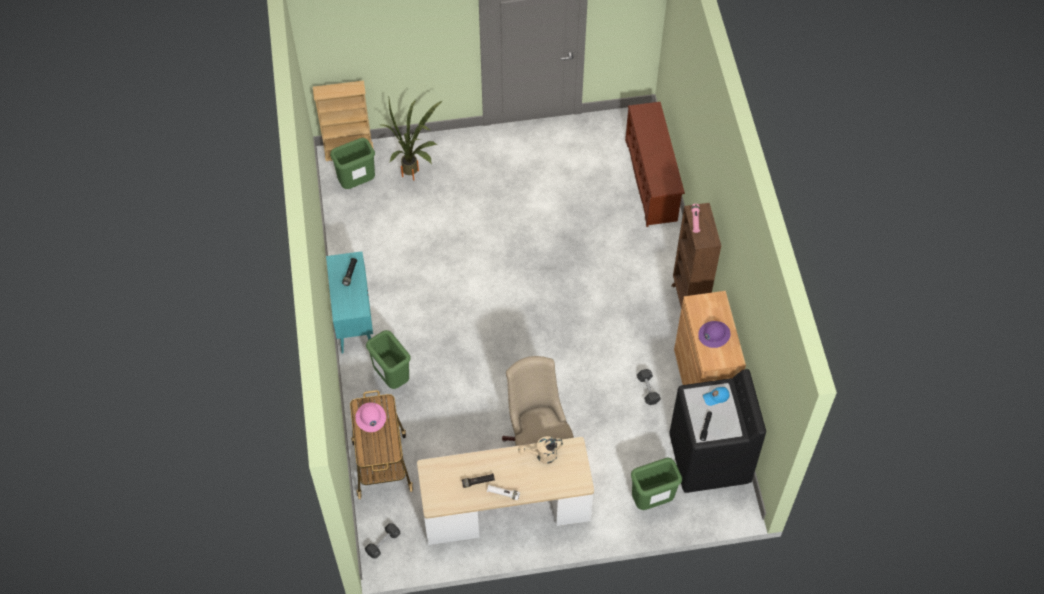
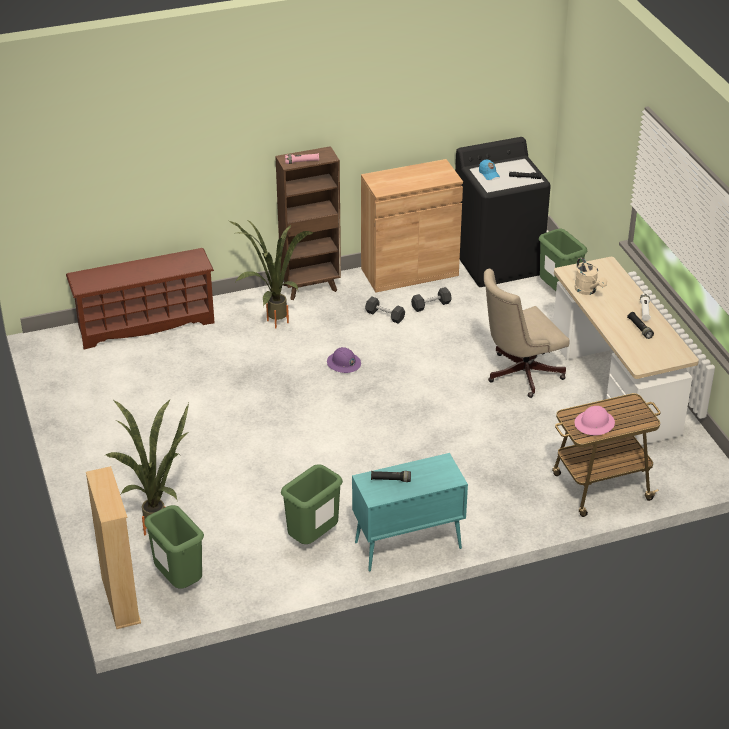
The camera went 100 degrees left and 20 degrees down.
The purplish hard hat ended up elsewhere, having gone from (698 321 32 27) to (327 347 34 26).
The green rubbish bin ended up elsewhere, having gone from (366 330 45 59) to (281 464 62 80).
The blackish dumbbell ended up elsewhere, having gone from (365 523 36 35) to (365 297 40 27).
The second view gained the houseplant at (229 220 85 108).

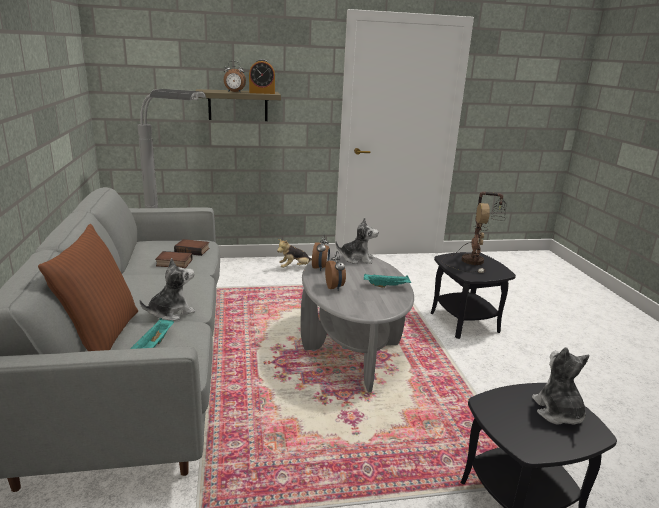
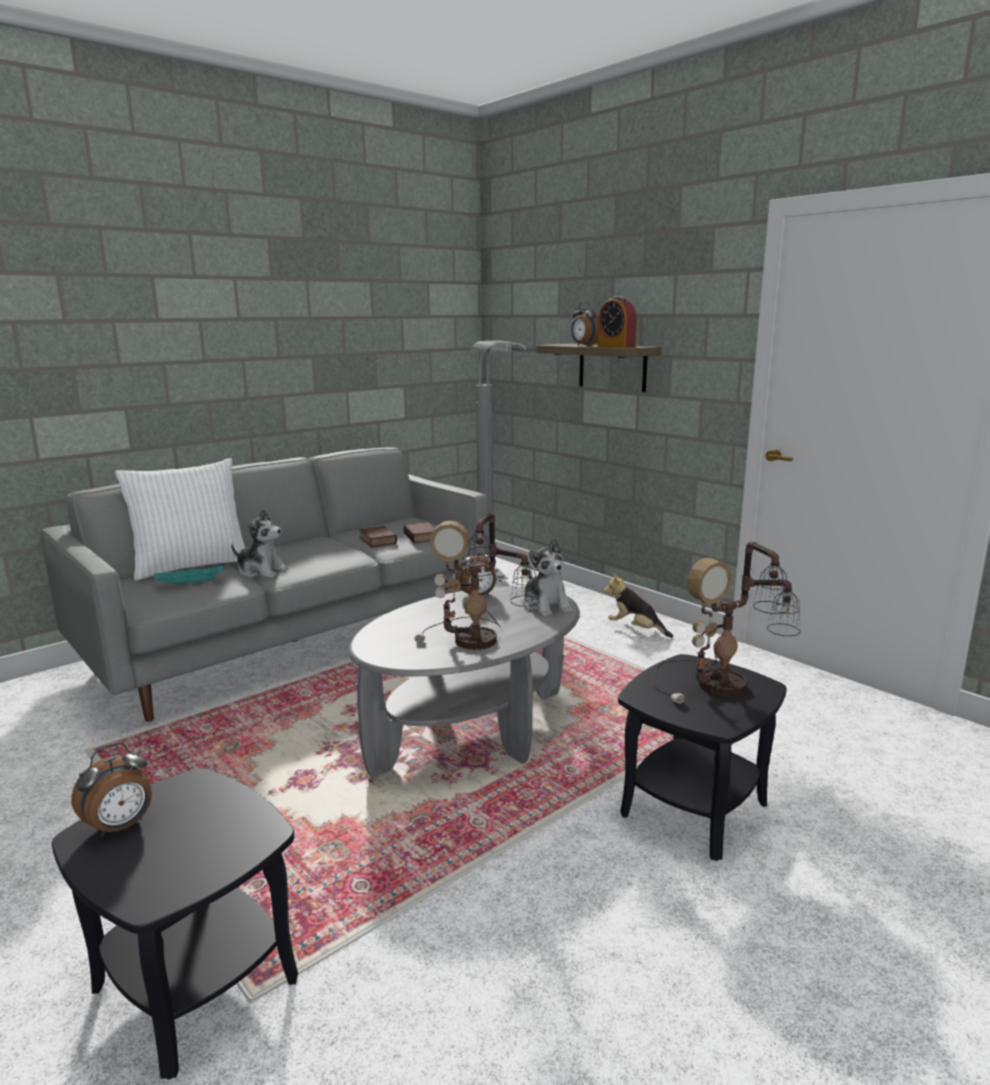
The camera went 60 degrees right and 5 degrees down.
What was the brown pillow at (38 224 100 127) turned into the white-coloured pillow at (115 458 131 123).
The alarm clock ended up elsewhere, having gone from (325 251 21 40) to (71 742 81 95).
Where the turquoise-coloured serving tray stood at (364 274 47 14), the table lamp came to stand at (414 512 125 138).
The second view lost the soft toy at (532 347 57 78).

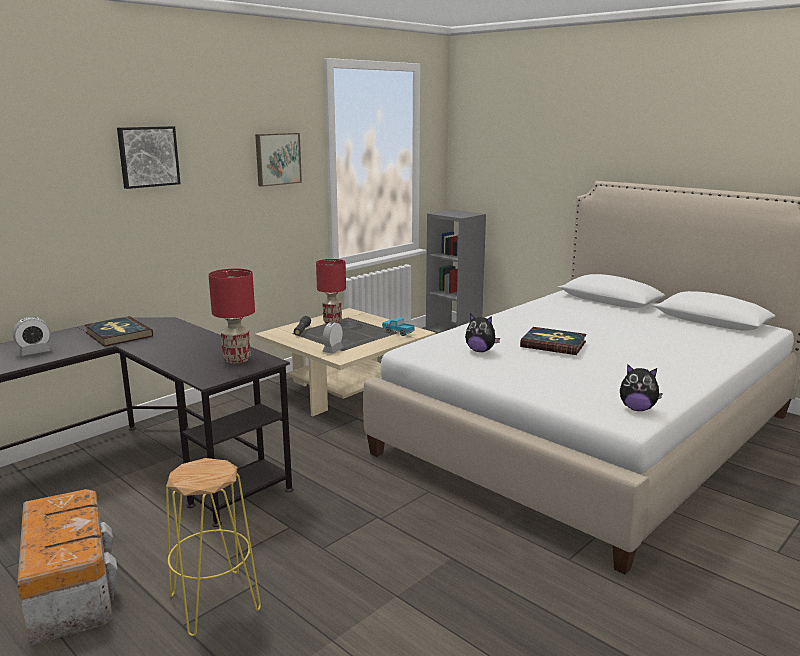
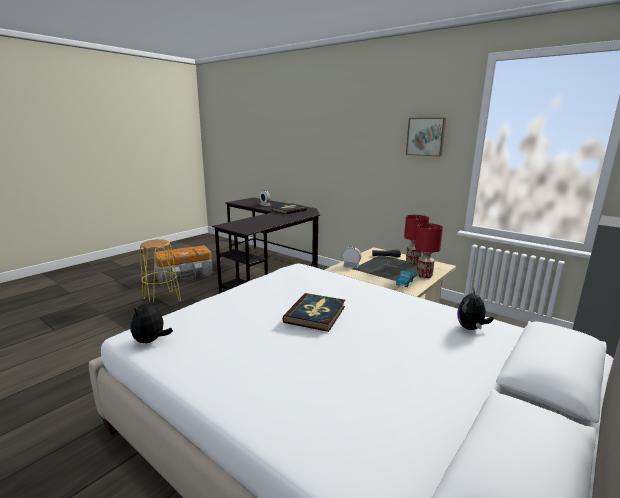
The camera went 85 degrees right and 0 degrees up.
The second view lost the wall art at (117 126 64 63).
The reddish table lamp ended up elsewhere, having gone from (208 268 47 96) to (415 223 28 55).
The soft toy ended up elsewhere, having gone from (465 314 35 38) to (457 287 37 43).

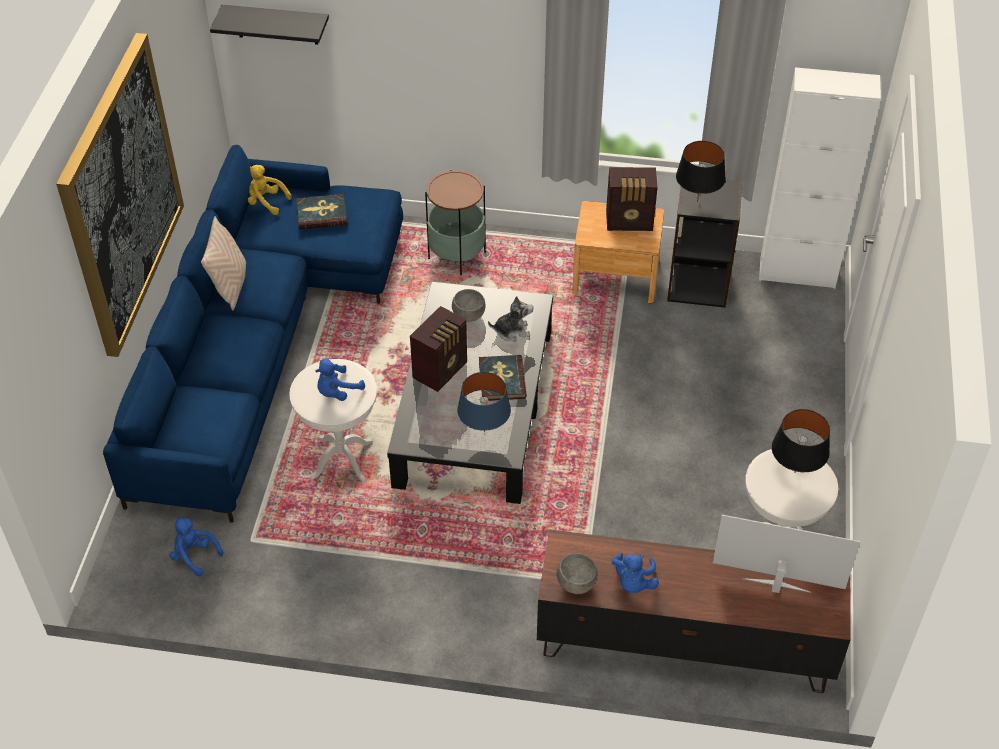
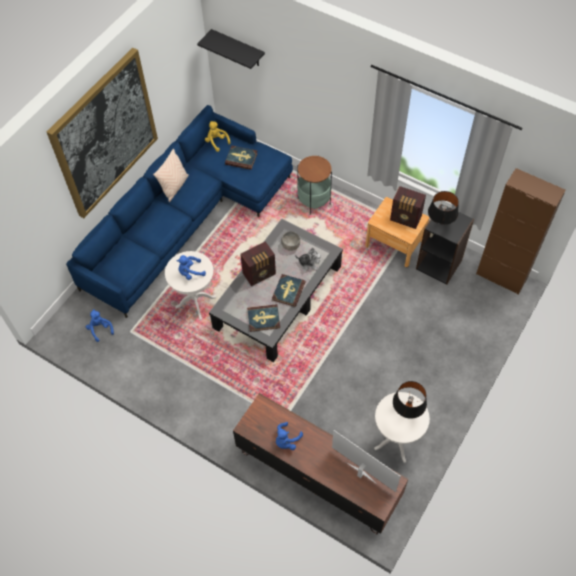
The camera went 25 degrees right and 10 degrees up.
What was the white-coloured cupboard at (759 67 122 222) turned into the brown cupboard at (476 168 90 127).
Where the blue table lamp stood at (457 372 54 61), the bound book came to stand at (247 304 33 28).
The second view lost the gray bowl at (557 553 40 41).

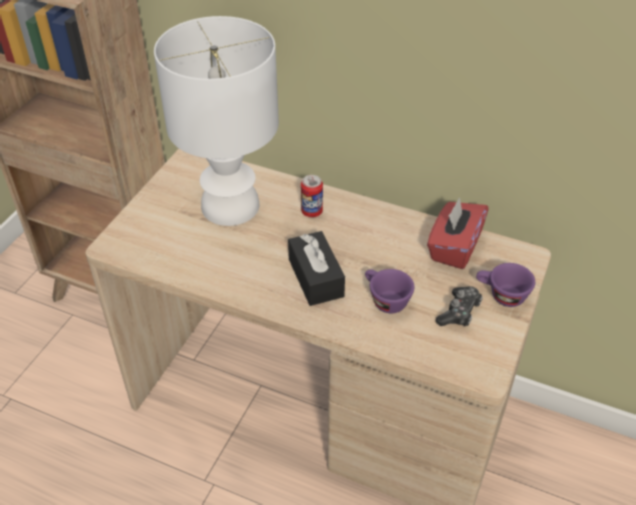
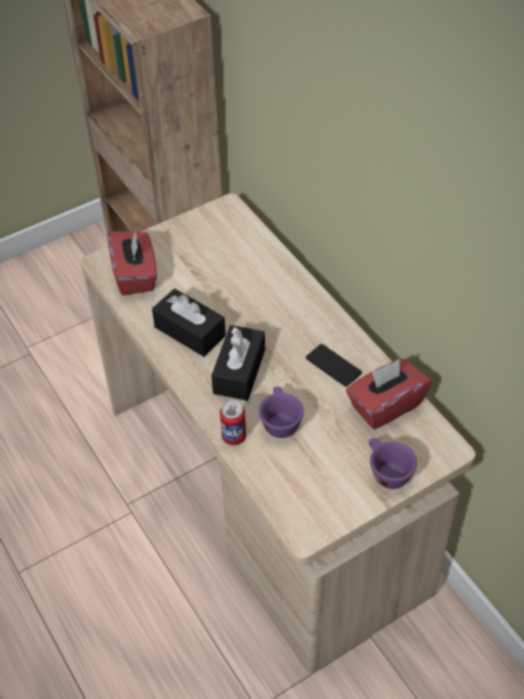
The camera went 35 degrees right and 5 degrees up.
The second view lost the white-coloured table lamp at (154 16 125 210).
The metal can ended up elsewhere, having gone from (301 175 22 42) to (220 401 26 44).
The second view lost the gamepad at (436 286 47 40).
The second view gained the reddish tissue box at (108 229 49 66).
The second view gained the blackish tissue box at (152 288 74 69).
The second view gained the handset at (306 344 56 43).

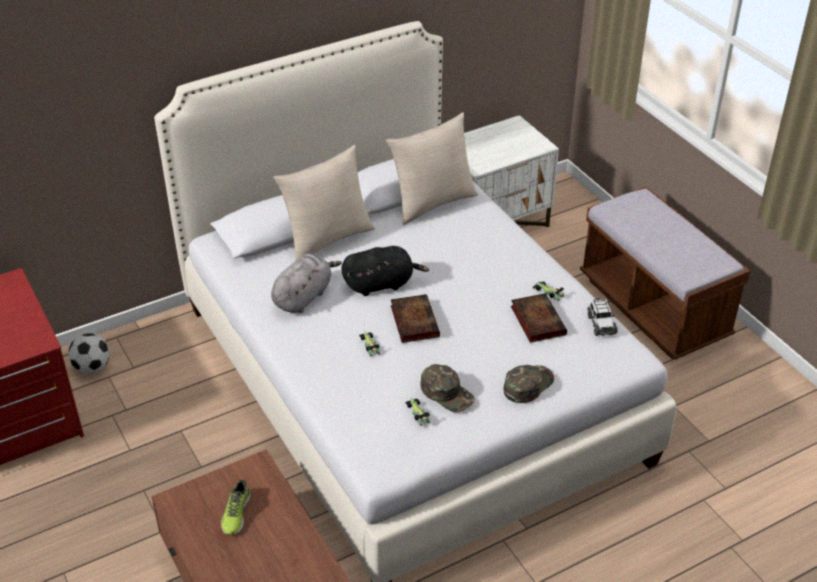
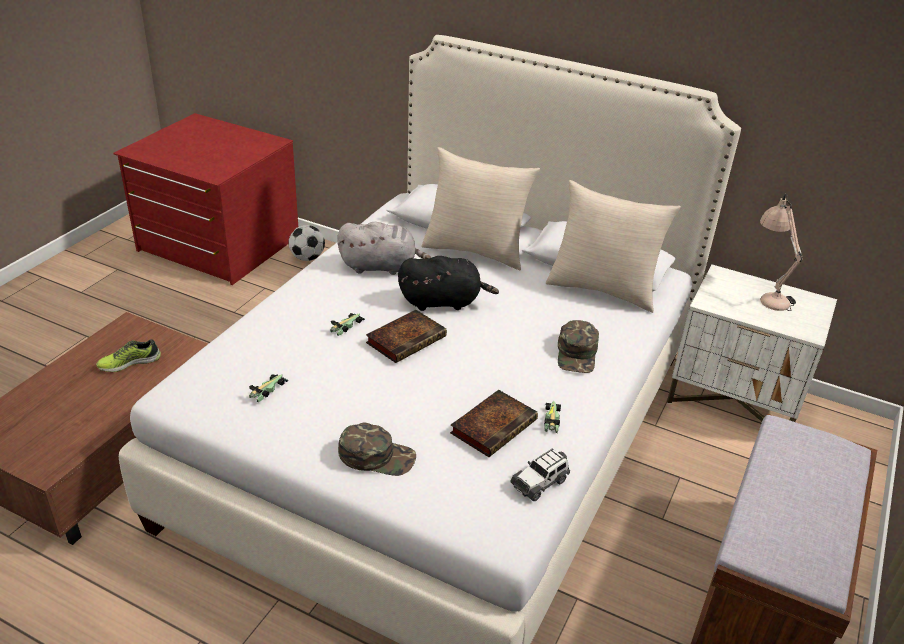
The camera went 55 degrees right and 5 degrees down.
The blackish soft toy at (341 246 88 50) ended up facing another way, 45 degrees counterclockwise from before.
The green baseball cap ended up elsewhere, having gone from (420 364 55 48) to (558 320 41 53).
The second view gained the beige table lamp at (760 194 43 117).

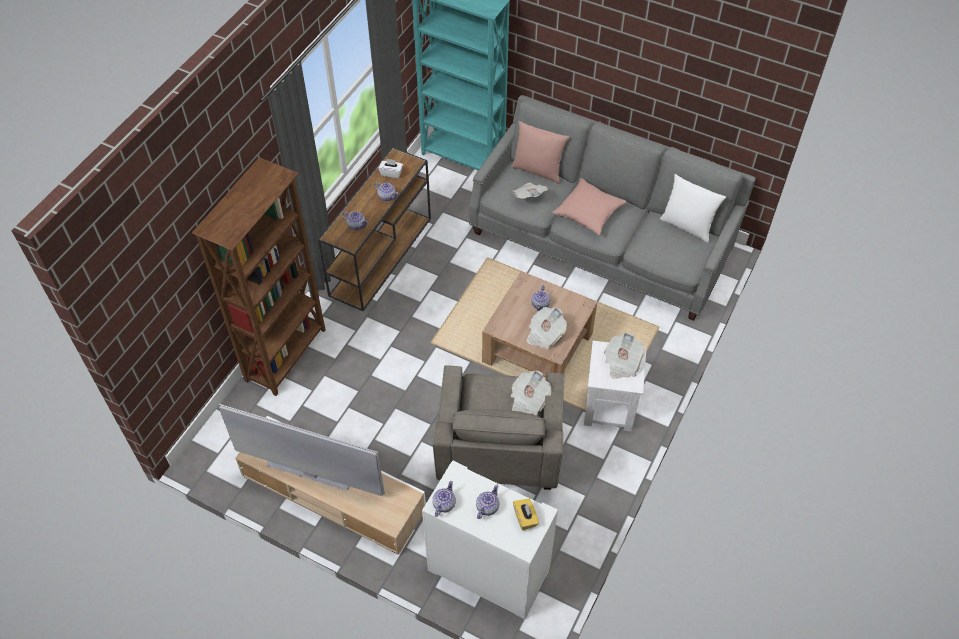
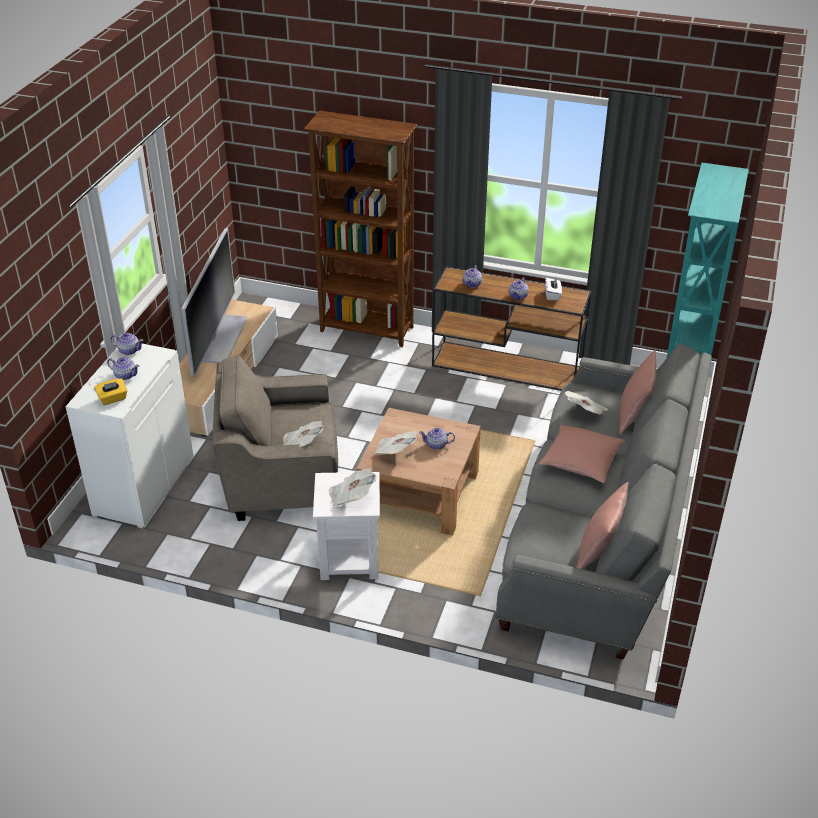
The camera went 80 degrees right and 15 degrees down.
What was the white-coloured pillow at (660 174 66 69) turned into the pink-coloured pillow at (576 482 53 87).

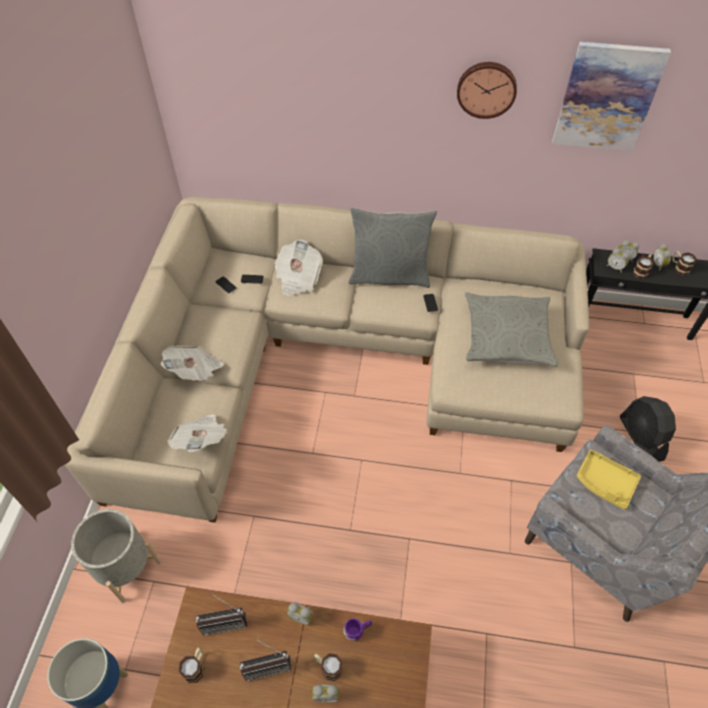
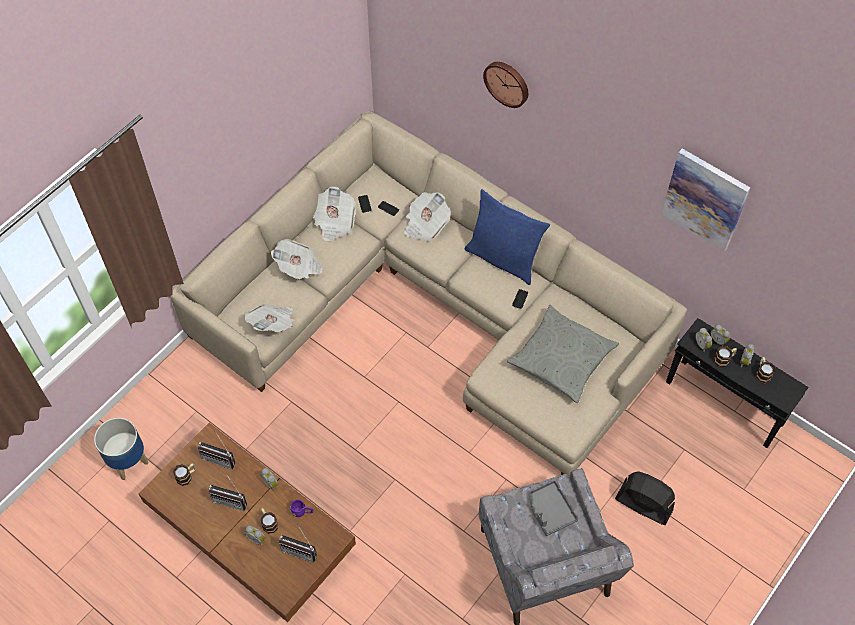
The camera went 30 degrees right and 5 degrees up.
The clock on the wall ended up elsewhere, having gone from (457 62 60 57) to (483 62 45 46).
What was the gray pillow at (349 207 88 81) turned into the blue pillow at (464 189 86 96).
The blackish cooling fan at (620 396 56 66) ended up facing another way, 105 degrees clockwise from before.
What was the yellow-coloured serving tray at (577 450 64 60) turned into the gray serving tray at (530 480 48 56).
The second view lost the gray plant pot at (71 509 90 94).
The second view gained the daily paper at (313 187 43 54).
The second view gained the radio set at (279 524 38 39).

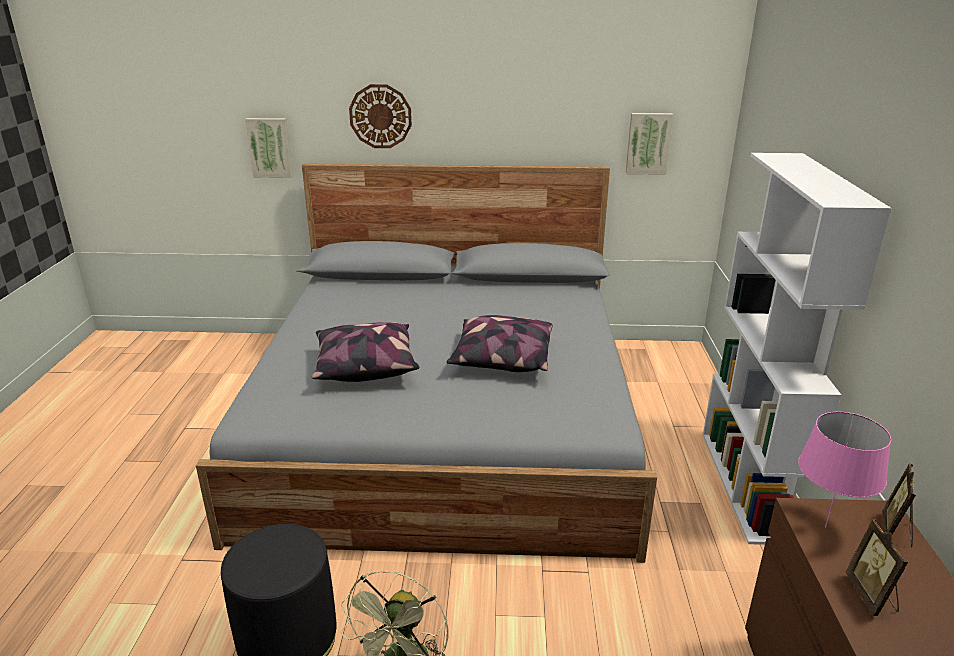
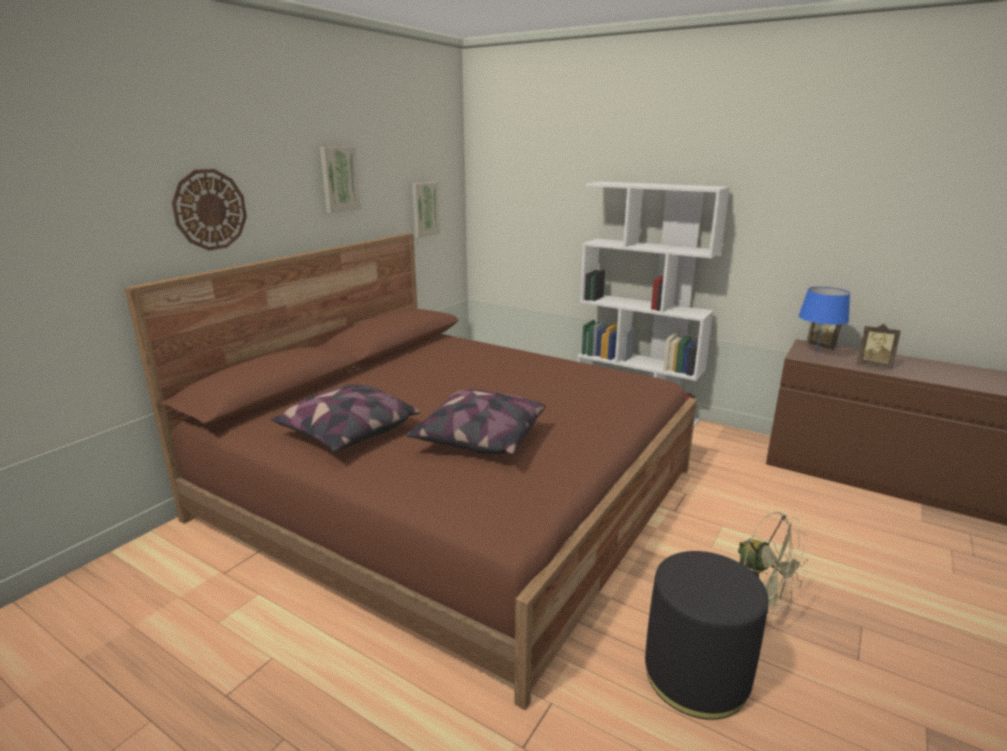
The camera went 60 degrees left and 5 degrees down.
The wall art ended up elsewhere, having gone from (245 118 48 60) to (320 147 41 66).
What was the gray bedroom bed at (196 164 461 399) turned into the brown bedroom bed at (124 233 573 477).
The pillow ended up elsewhere, having gone from (446 315 107 57) to (271 384 149 68).
What was the pink-coloured table lamp at (798 412 93 115) turned into the blue table lamp at (798 287 52 70).

